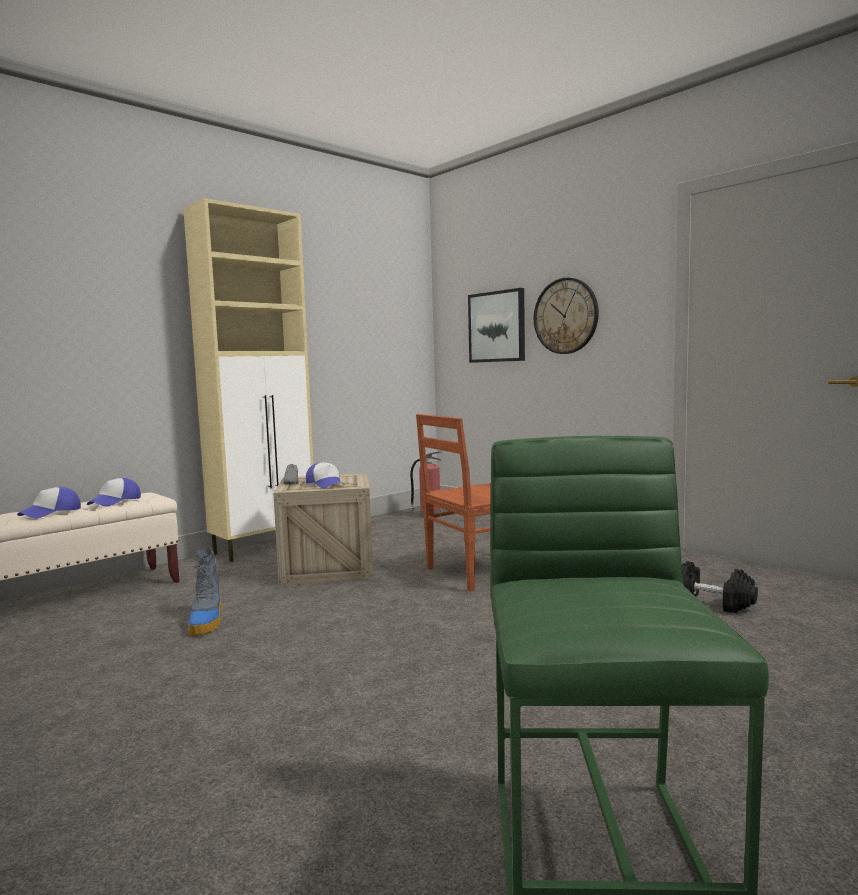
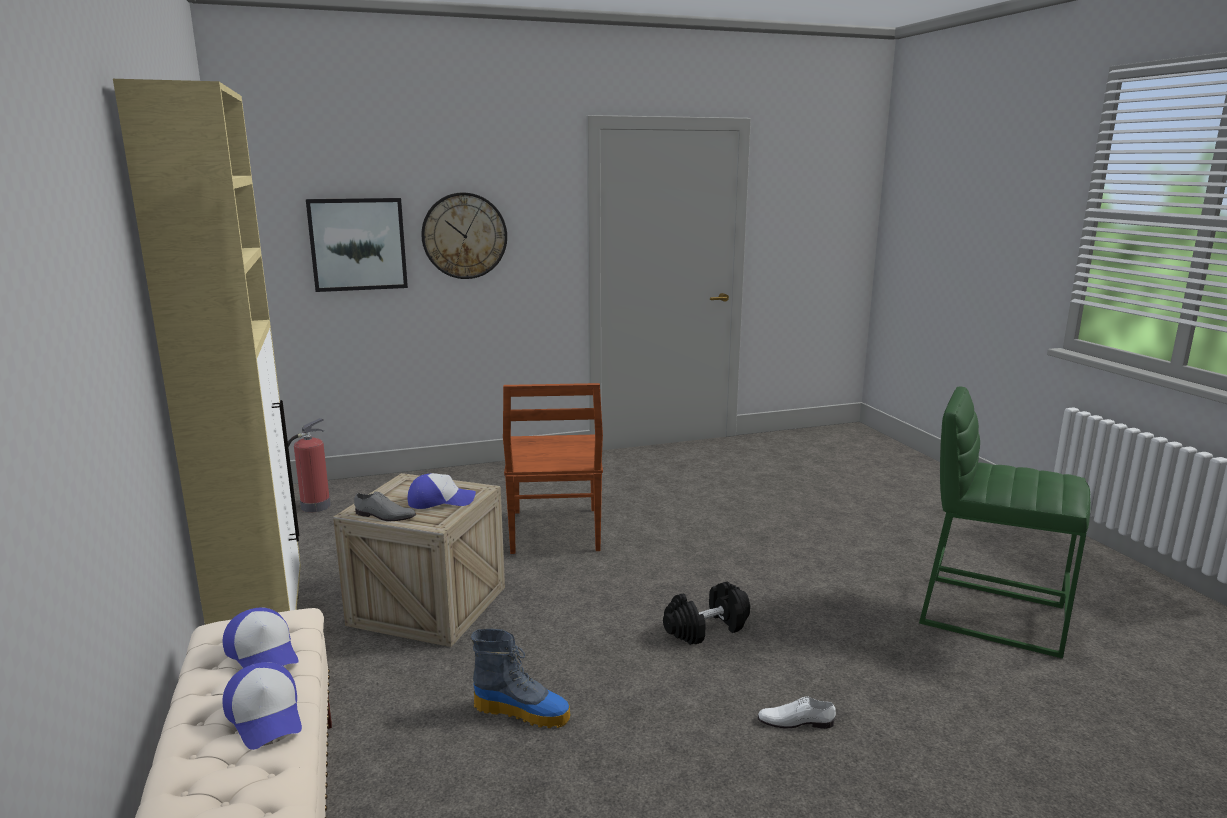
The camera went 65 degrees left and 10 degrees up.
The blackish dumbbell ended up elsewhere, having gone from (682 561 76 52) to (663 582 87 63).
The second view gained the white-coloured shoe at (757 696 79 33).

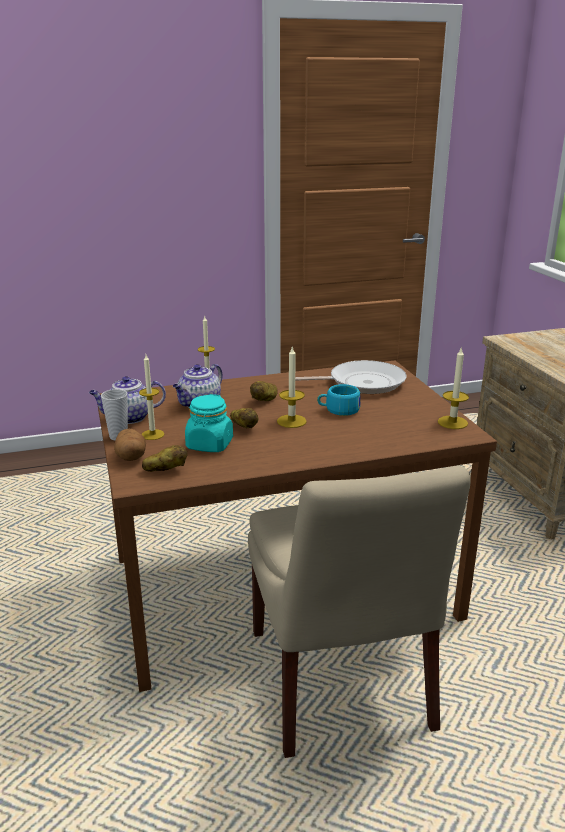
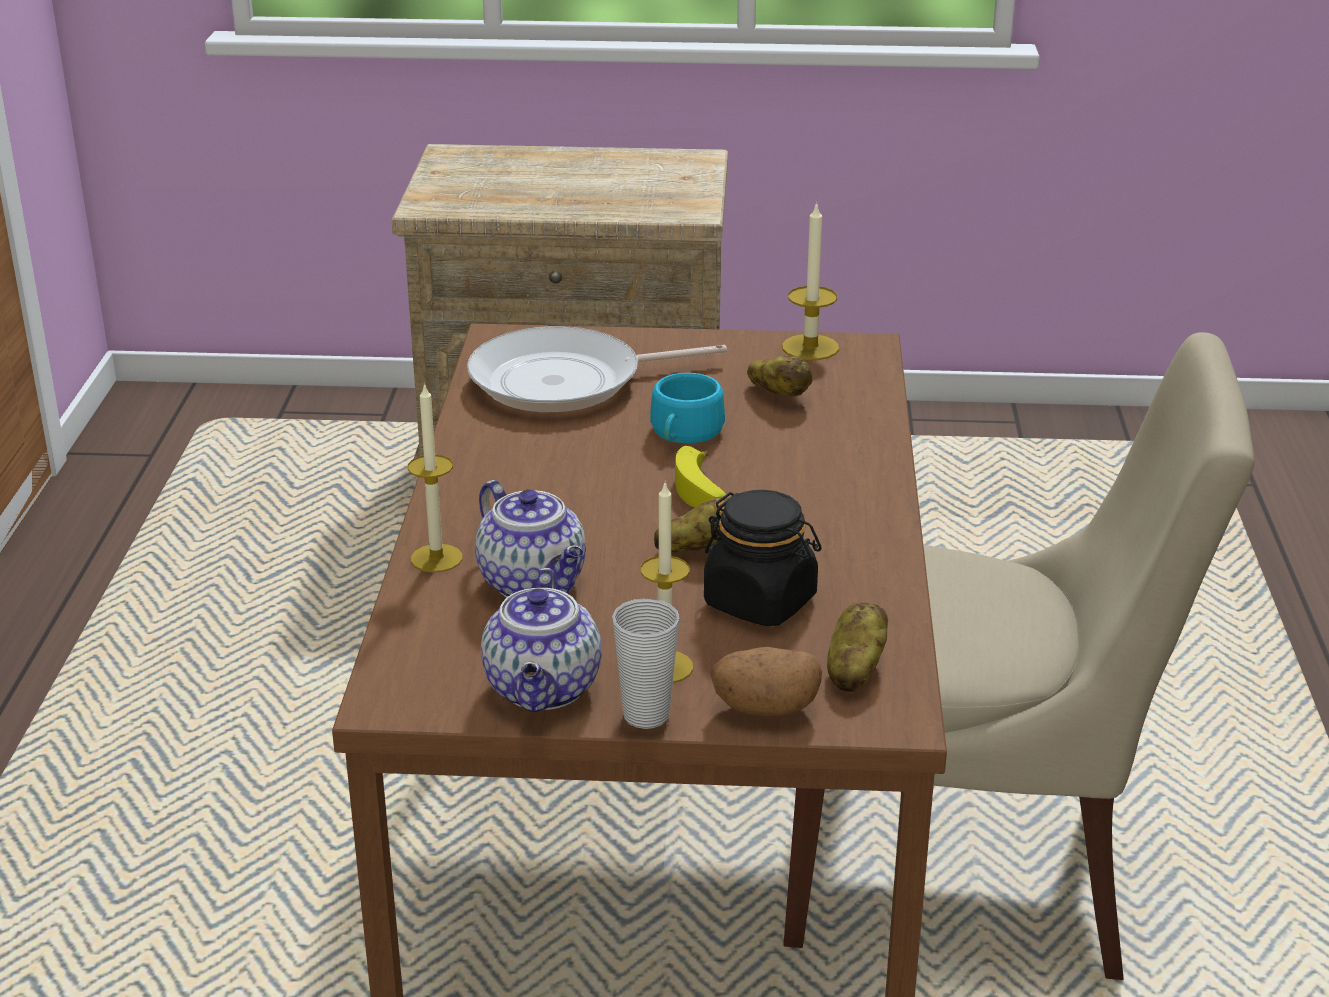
The camera went 70 degrees left and 5 degrees up.
Where the wax light stood at (277 347 30 81), the banana fruit came to stand at (675 446 51 62).
The frying pan at (295 360 112 34) ended up facing another way, 120 degrees counterclockwise from before.
The whole potato ended up elsewhere, having gone from (250 381 27 20) to (747 356 66 41).
What was the turquoise-coloured storage jar at (185 394 48 58) turned into the blackish storage jar at (704 490 118 136).

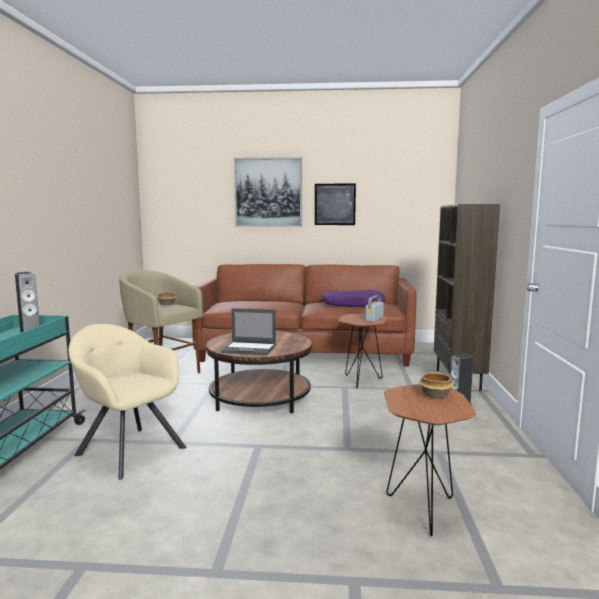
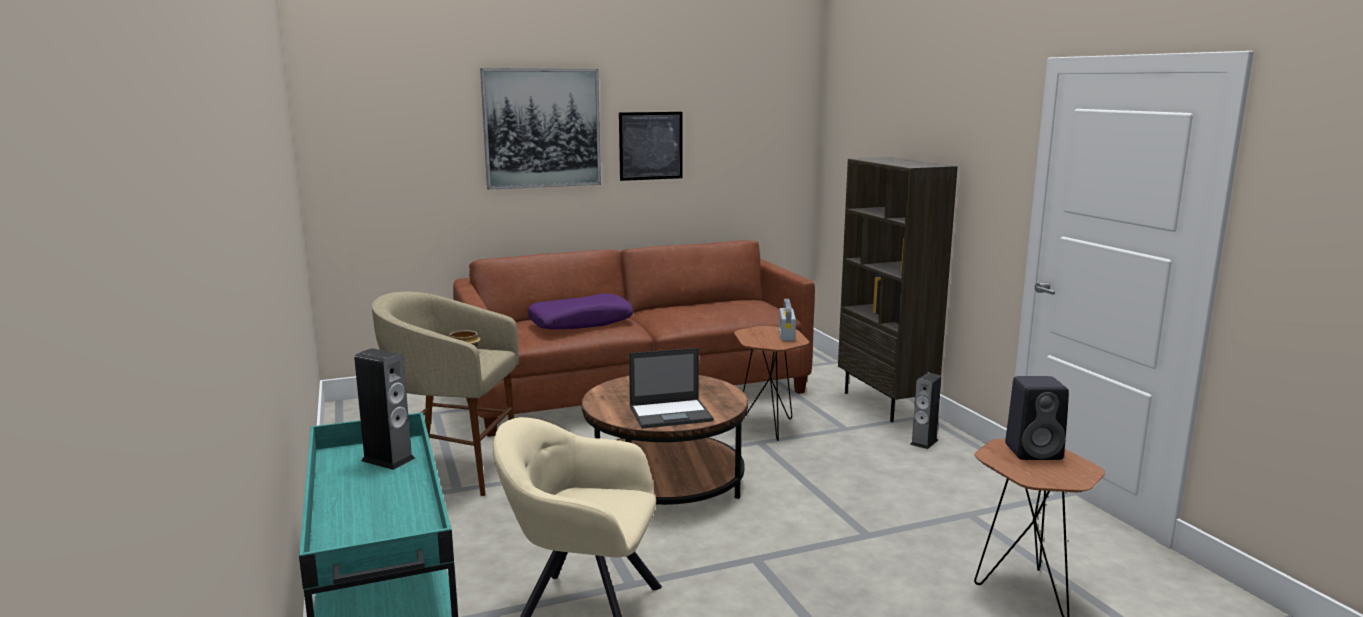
The camera went 25 degrees left and 5 degrees up.
The purplish pillow ended up elsewhere, having gone from (322 290 63 17) to (528 293 105 36).
Where the bowl stood at (419 372 35 27), the blackish speaker came to stand at (1005 376 64 84).

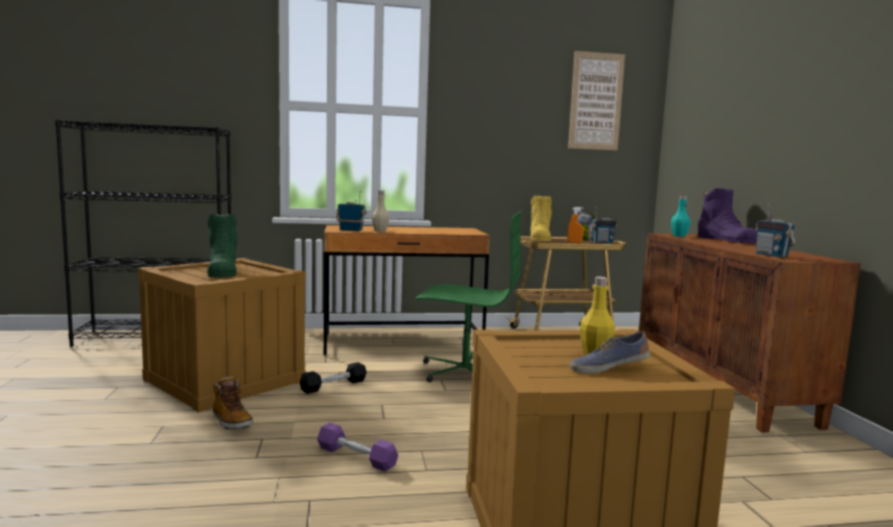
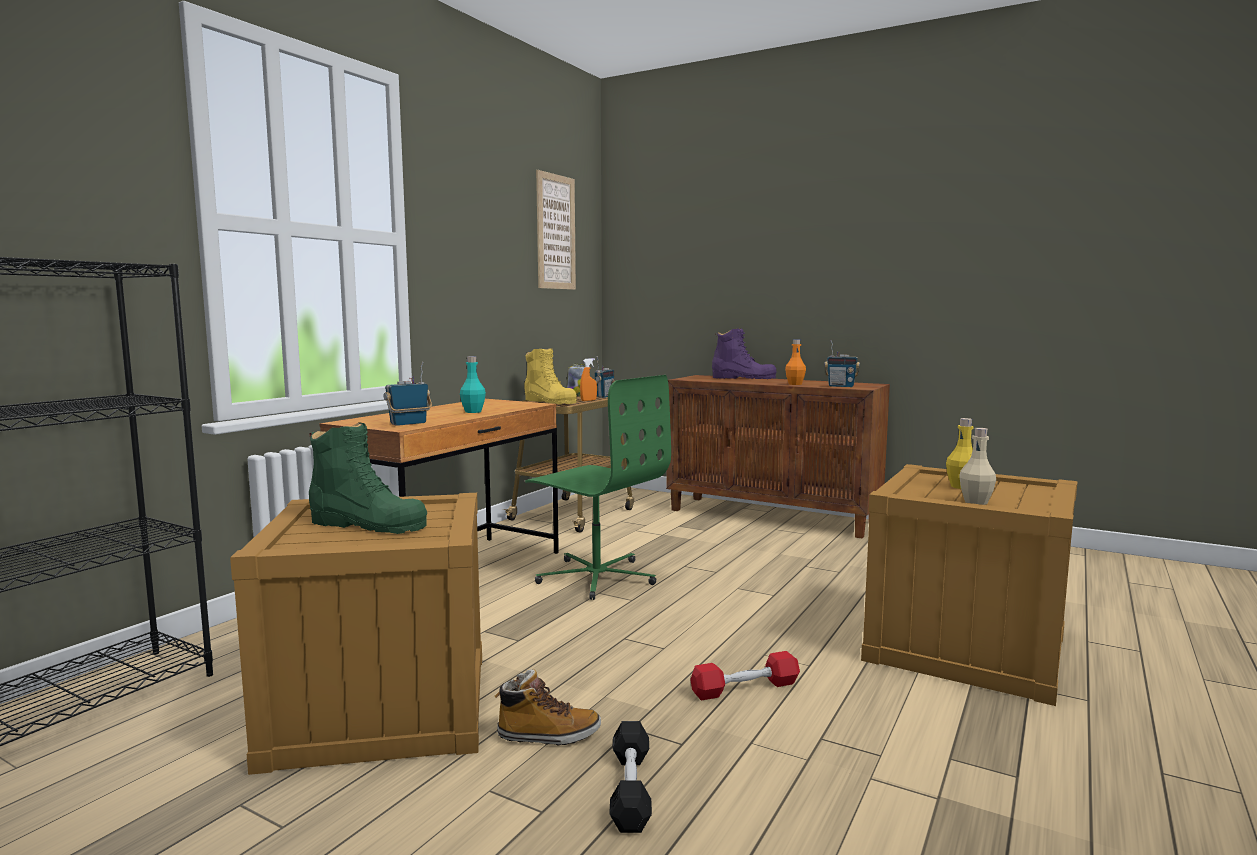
The camera went 50 degrees left and 0 degrees up.
The beige bottle ended up elsewhere, having gone from (372 191 18 41) to (959 428 37 77).
The turquoise-coloured bottle ended up elsewhere, having gone from (671 195 20 42) to (460 356 26 57).
The green computer chair at (416 211 106 171) ended up facing another way, 75 degrees clockwise from before.
The second view lost the shoe at (569 331 81 42).
The blackish dumbbell ended up elsewhere, having gone from (300 362 67 32) to (609 721 43 112).
What was the purplish dumbbell at (317 423 81 48) turned into the reddish dumbbell at (690 651 110 50).
The second view gained the orangey bottle at (785 339 21 46).

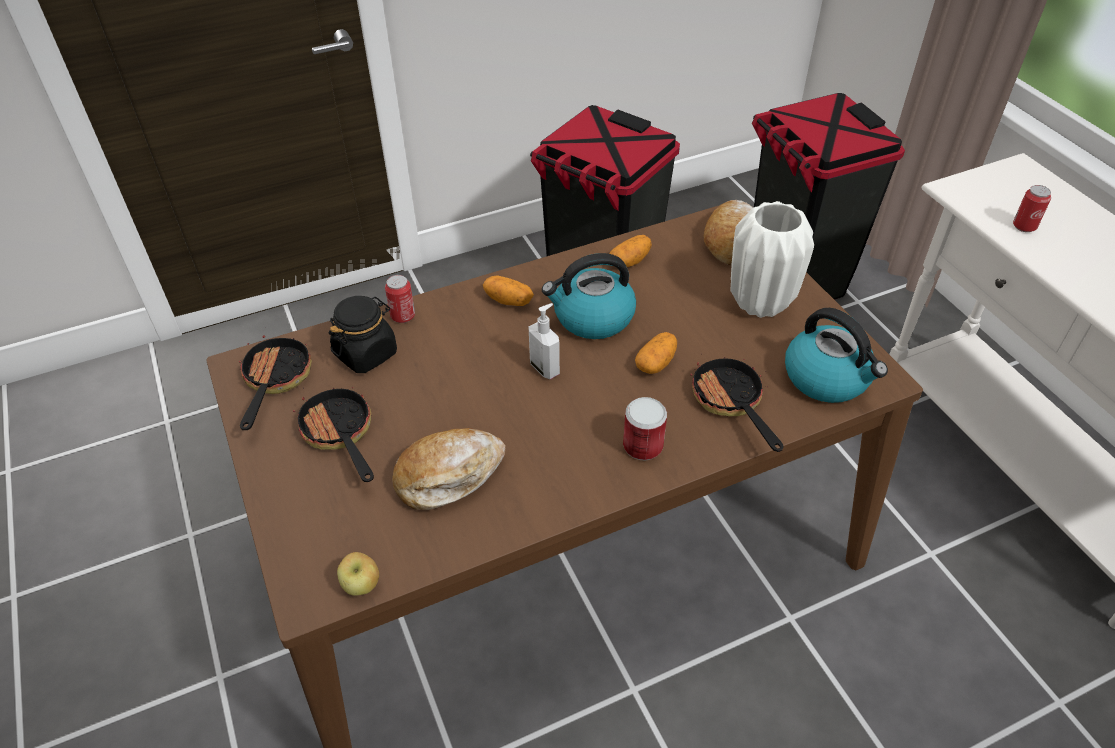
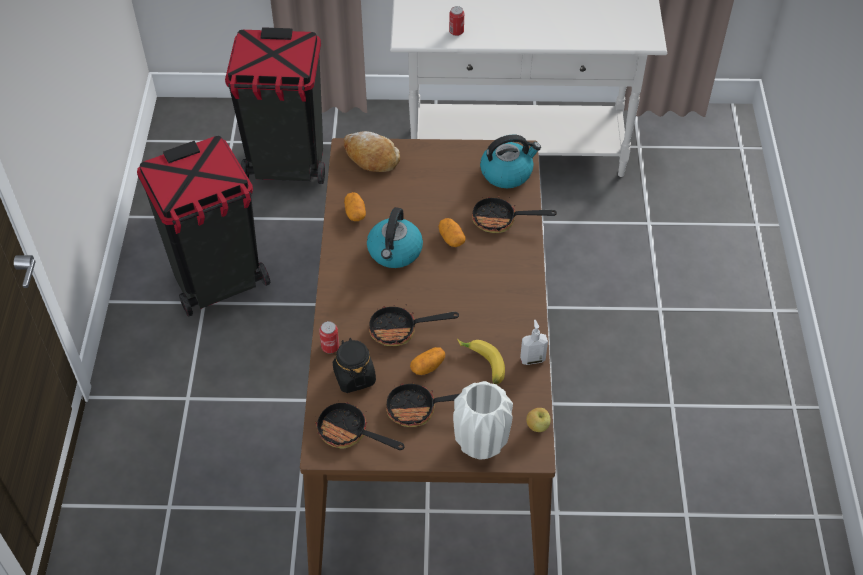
The camera went 65 degrees left and 5 degrees up.
The white-coloured flower vase ended up elsewhere, having gone from (731 201 83 117) to (453 381 60 79).
The whole potato ended up elsewhere, having gone from (483 275 51 31) to (410 347 35 28).
The liquid soap bottle ended up elsewhere, having gone from (528 303 32 76) to (520 319 28 46).
The second view lost the metal can at (623 397 44 64).
Where the bread stood at (392 428 114 82), the banana fruit came to stand at (457 339 48 45).
The second view gained the frying pan at (369 304 90 42).

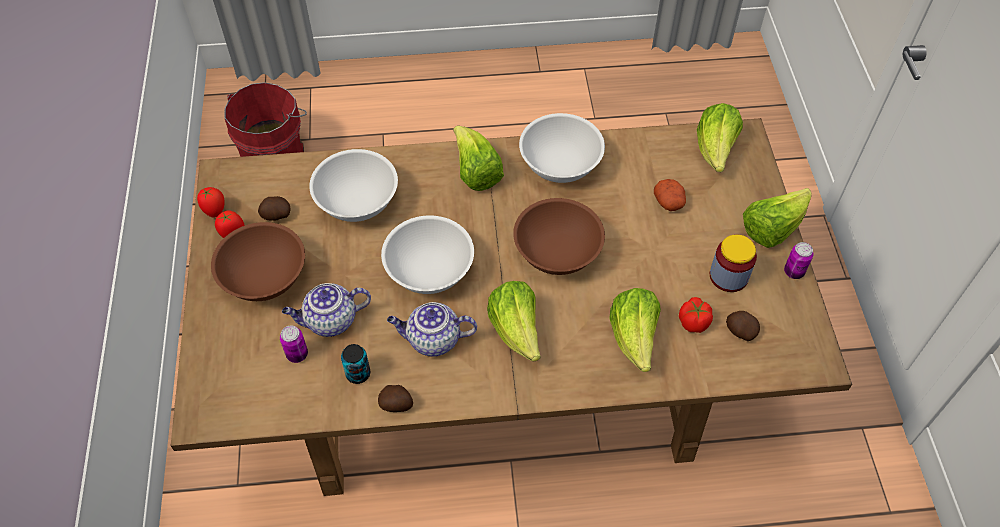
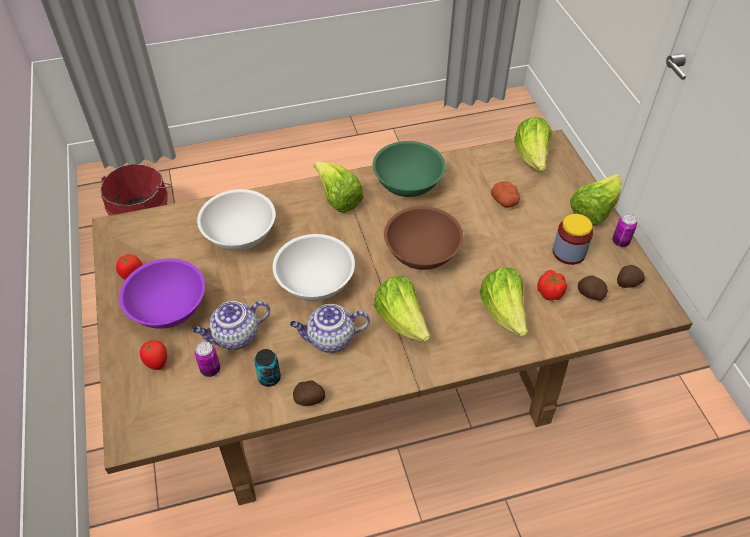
The camera went 10 degrees left and 5 degrees down.
What was the white-coloured bowl at (519 113 86 70) turned into the green bowl at (373 141 73 56).
The fresh tomato ended up elsewhere, having gone from (197 187 28 31) to (140 340 27 30).
The whole potato ended up elsewhere, having gone from (258 196 32 25) to (617 265 28 23).
What was the brown bowl at (211 222 94 79) turned into the purplish bowl at (119 259 86 70).

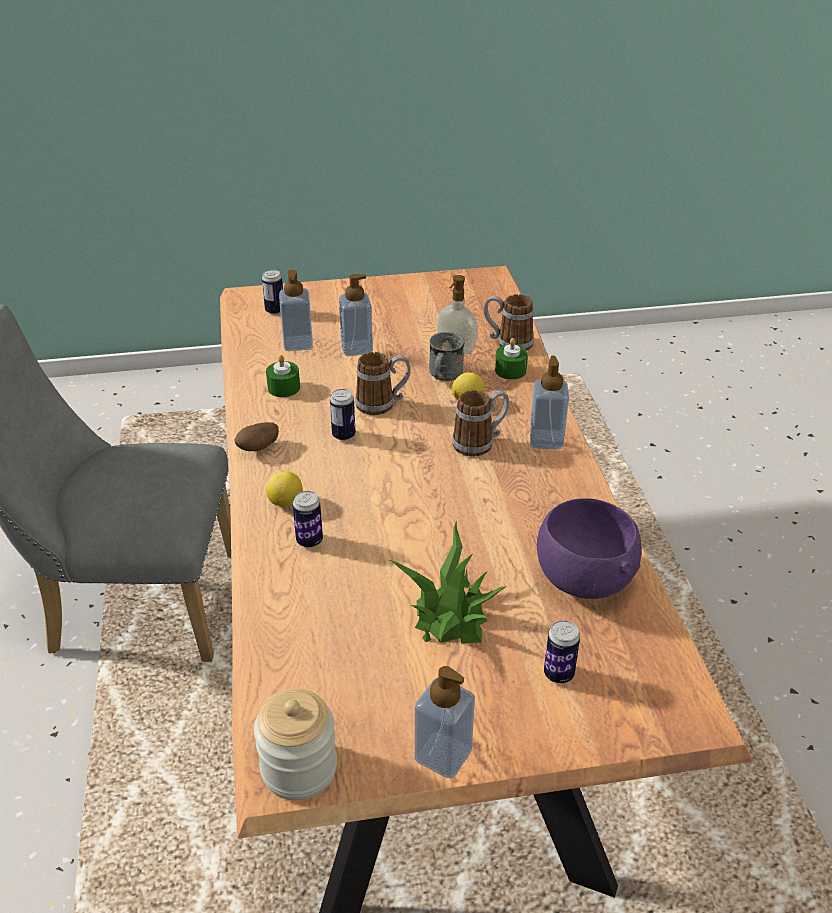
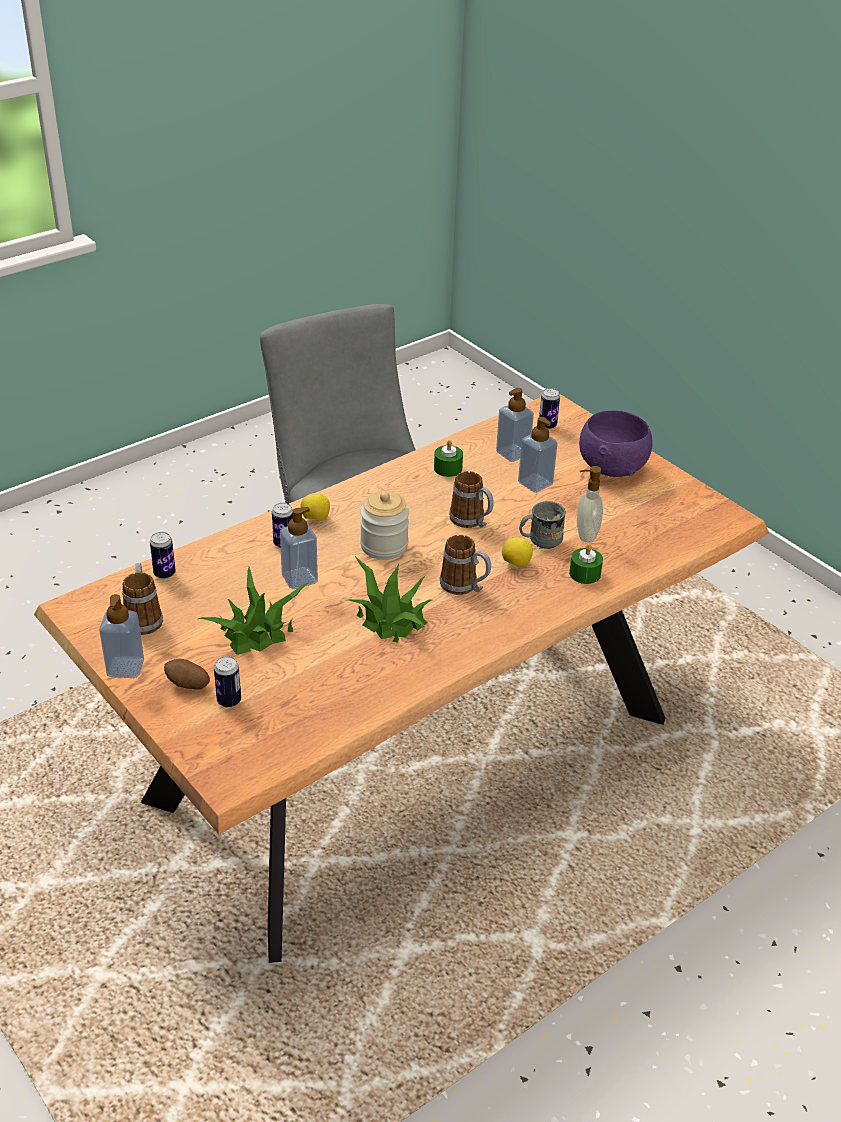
The camera went 60 degrees right and 0 degrees up.
The mug ended up elsewhere, having gone from (484 294 50 57) to (122 563 41 72).
The liquid soap bottle ended up elsewhere, having gone from (530 356 39 93) to (280 507 38 82).
The metal can ended up elsewhere, having gone from (330 389 26 52) to (150 532 26 47).
The whole potato ended up elsewhere, having gone from (235 422 44 29) to (164 659 46 31).
The purplish bowl ended up elsewhere, having gone from (537 498 105 101) to (579 410 73 67).
The storage jar ended up elsewhere, having gone from (254 689 83 111) to (360 491 49 69).
The second view gained the houseplant at (347 555 85 88).

